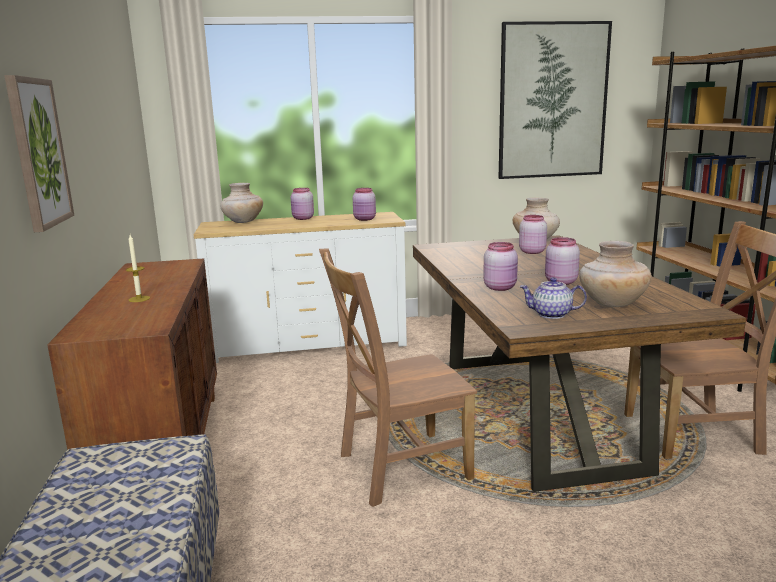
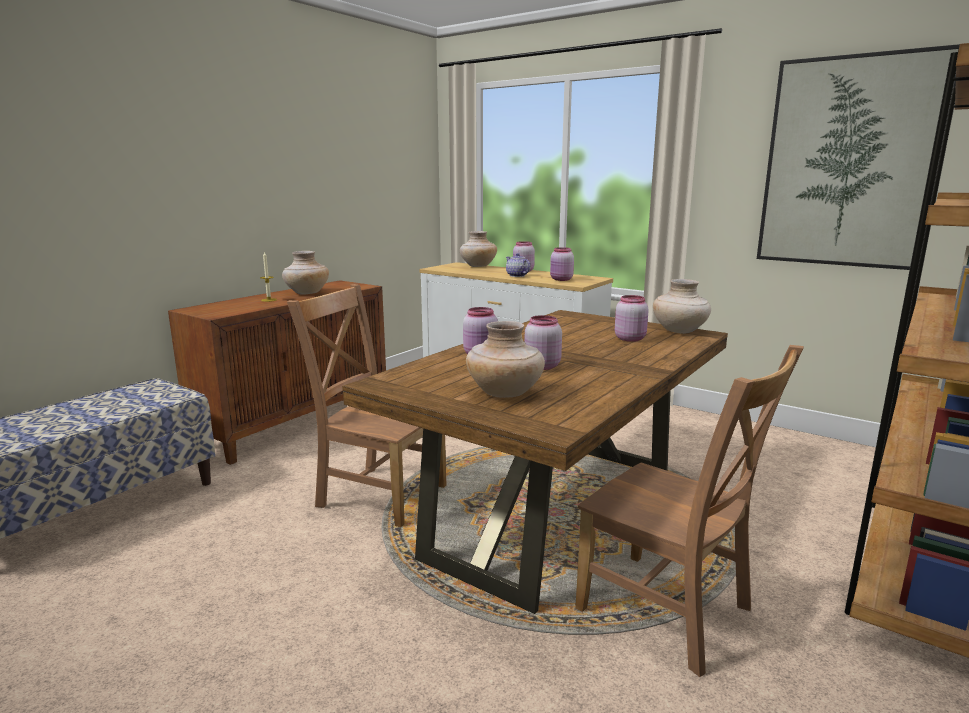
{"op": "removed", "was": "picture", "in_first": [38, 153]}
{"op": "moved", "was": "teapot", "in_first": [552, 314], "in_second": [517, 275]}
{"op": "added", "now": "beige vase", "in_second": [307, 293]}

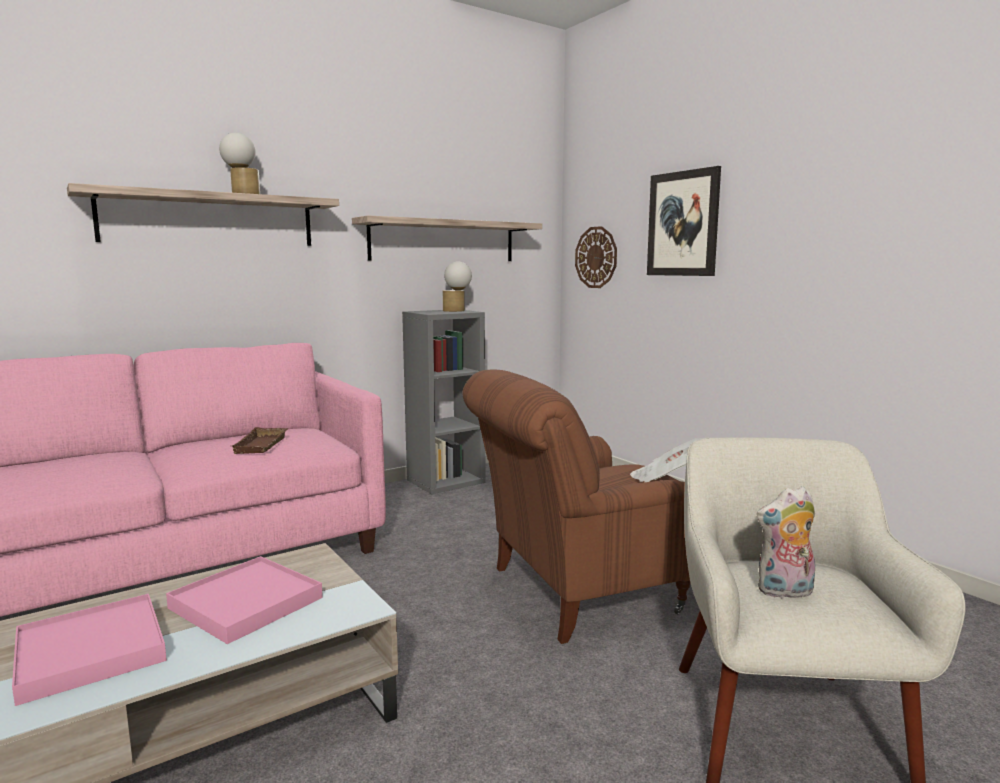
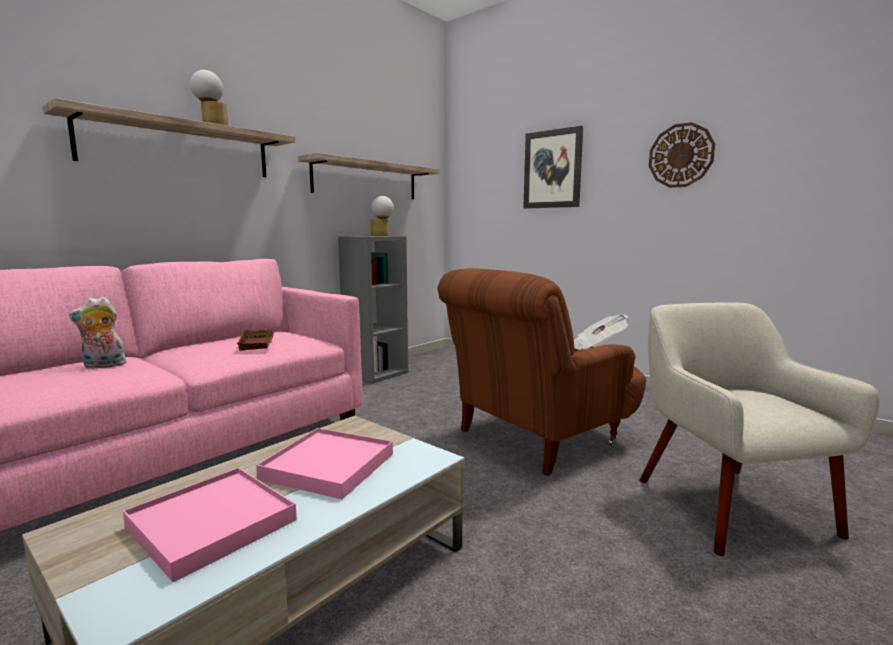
{"op": "moved", "was": "wall clock", "in_first": [596, 257], "in_second": [681, 155]}
{"op": "moved", "was": "plush toy", "in_first": [785, 592], "in_second": [103, 366]}

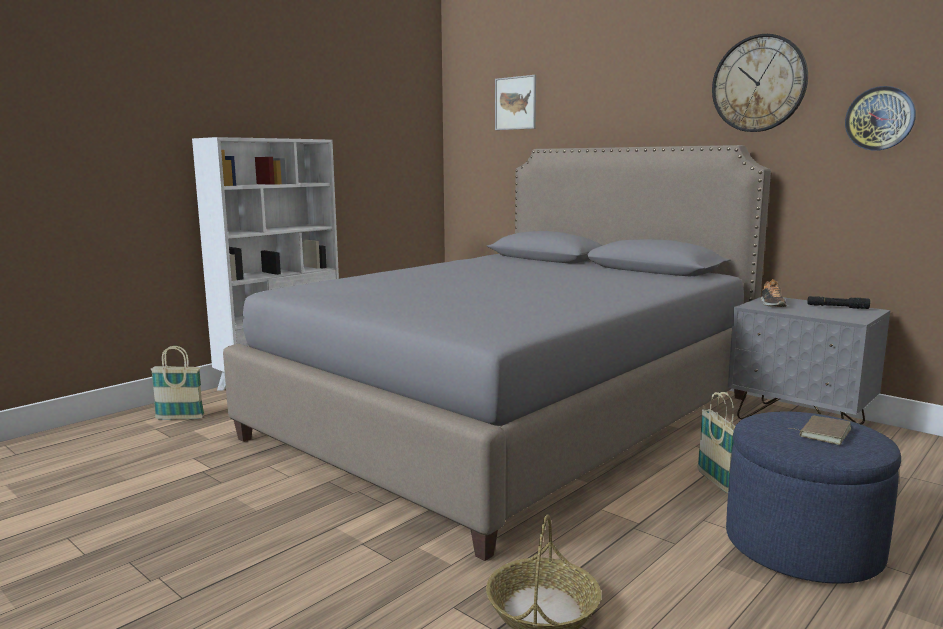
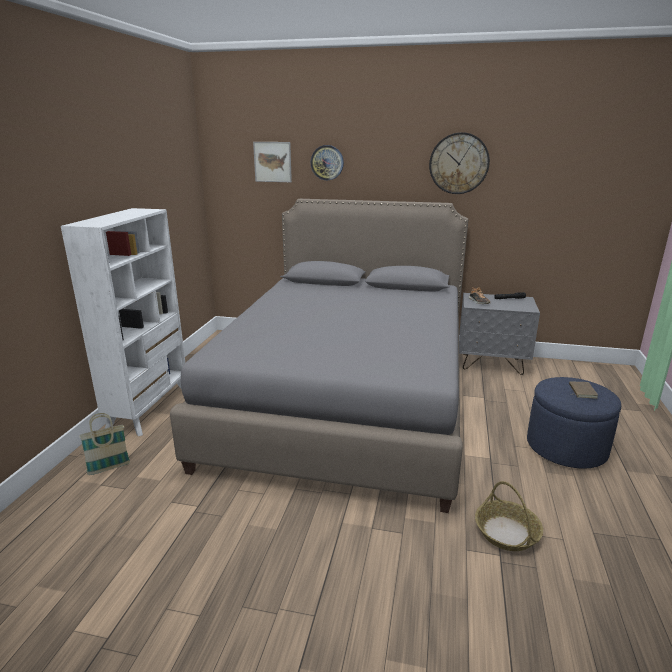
{"op": "removed", "was": "basket", "in_first": [715, 482]}
{"op": "moved", "was": "wall clock", "in_first": [880, 118], "in_second": [327, 162]}

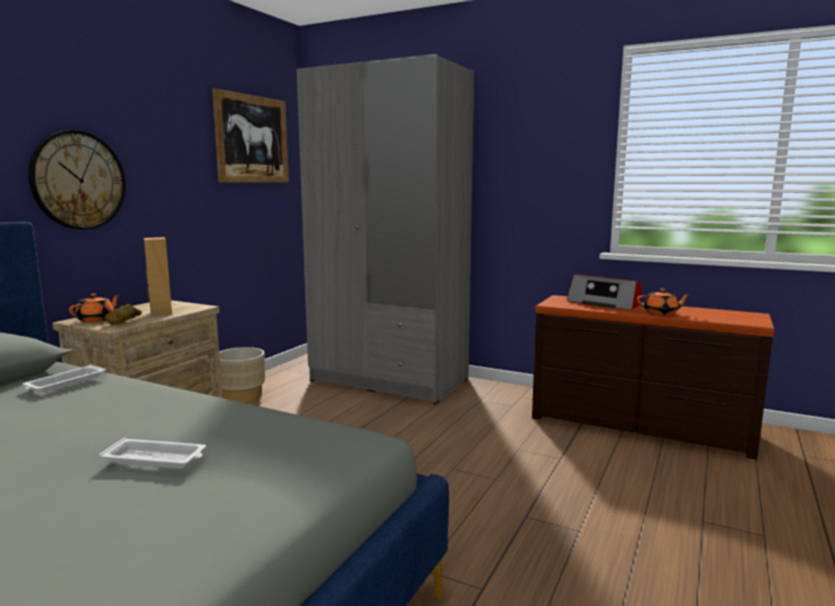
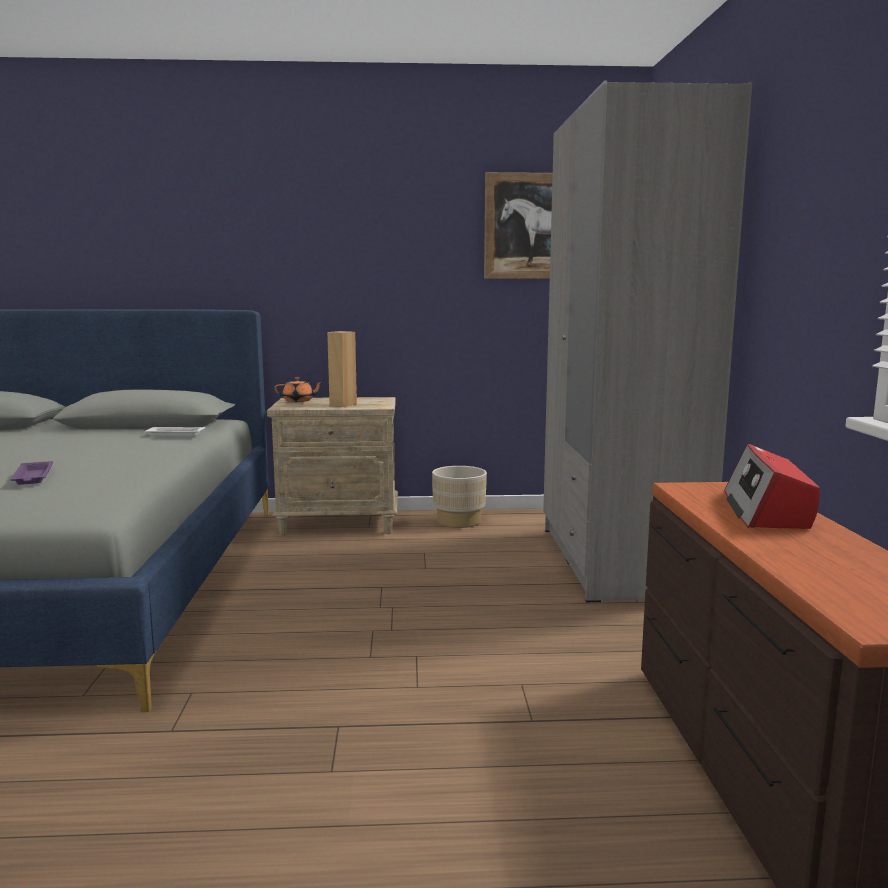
{"op": "removed", "was": "wall clock", "in_first": [78, 180]}
{"op": "recoloured", "was": "white tray", "now": "purple tray", "in_first": [156, 459], "in_second": [33, 477]}
{"op": "removed", "was": "brown bowl", "in_first": [125, 322]}
{"op": "removed", "was": "orange teapot", "in_first": [661, 313]}

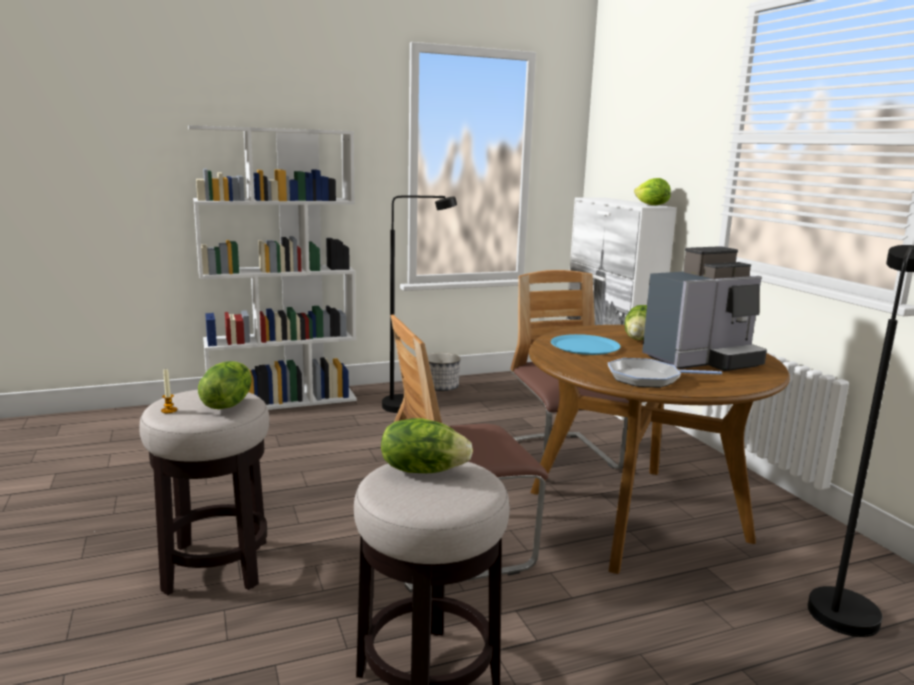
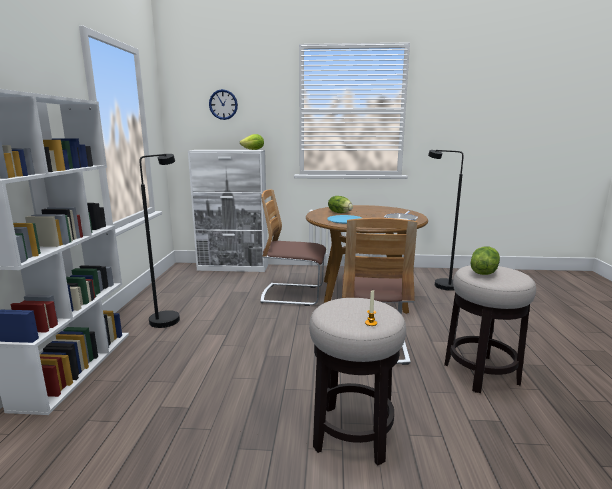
{"op": "removed", "was": "lettuce", "in_first": [227, 404]}
{"op": "removed", "was": "planter", "in_first": [441, 387]}
{"op": "removed", "was": "coffee machine", "in_first": [703, 360]}
{"op": "added", "now": "wall clock", "in_second": [223, 104]}

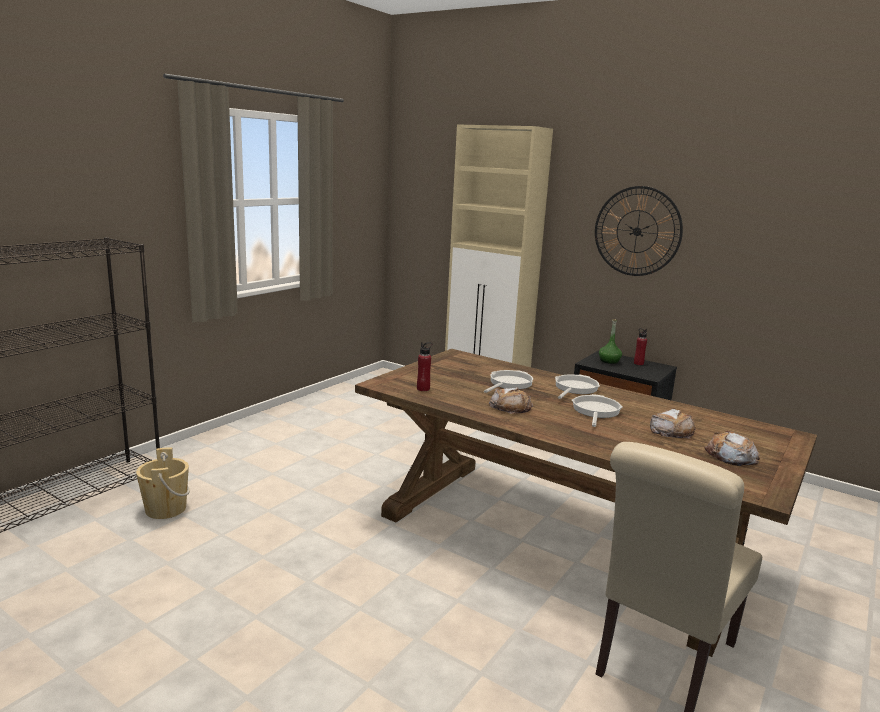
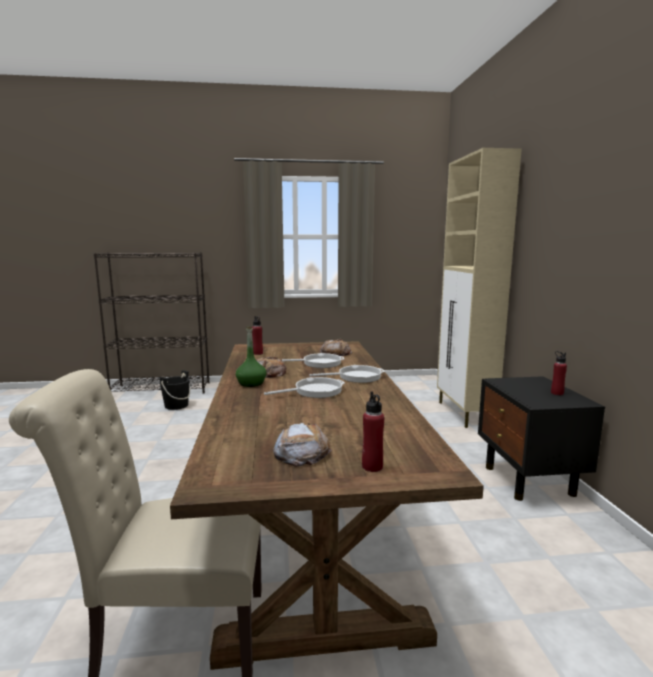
{"op": "recoloured", "was": "beige bucket", "now": "black bucket", "in_first": [166, 509], "in_second": [176, 405]}
{"op": "removed", "was": "wall clock", "in_first": [637, 231]}
{"op": "moved", "was": "green bottle", "in_first": [609, 361], "in_second": [251, 383]}
{"op": "moved", "was": "bread", "in_first": [671, 431], "in_second": [335, 353]}
{"op": "added", "now": "red bottle", "in_second": [372, 467]}

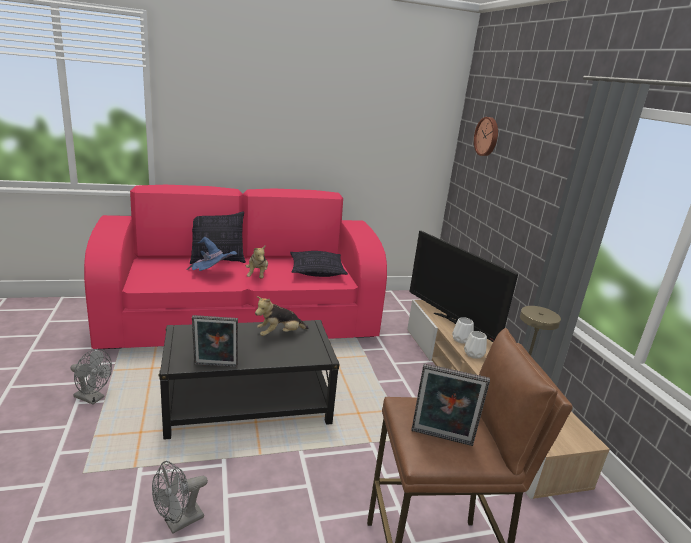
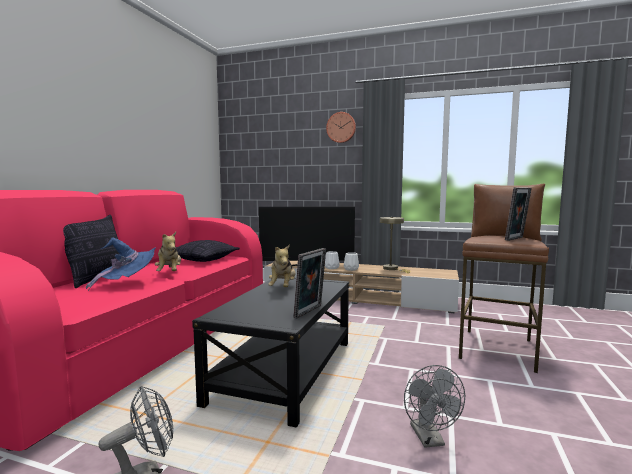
{"op": "turned", "was": "plush toy", "in_first": [257, 276], "in_second": [169, 273], "clockwise": 45}
{"op": "moved", "was": "wall clock", "in_first": [487, 136], "in_second": [341, 127]}

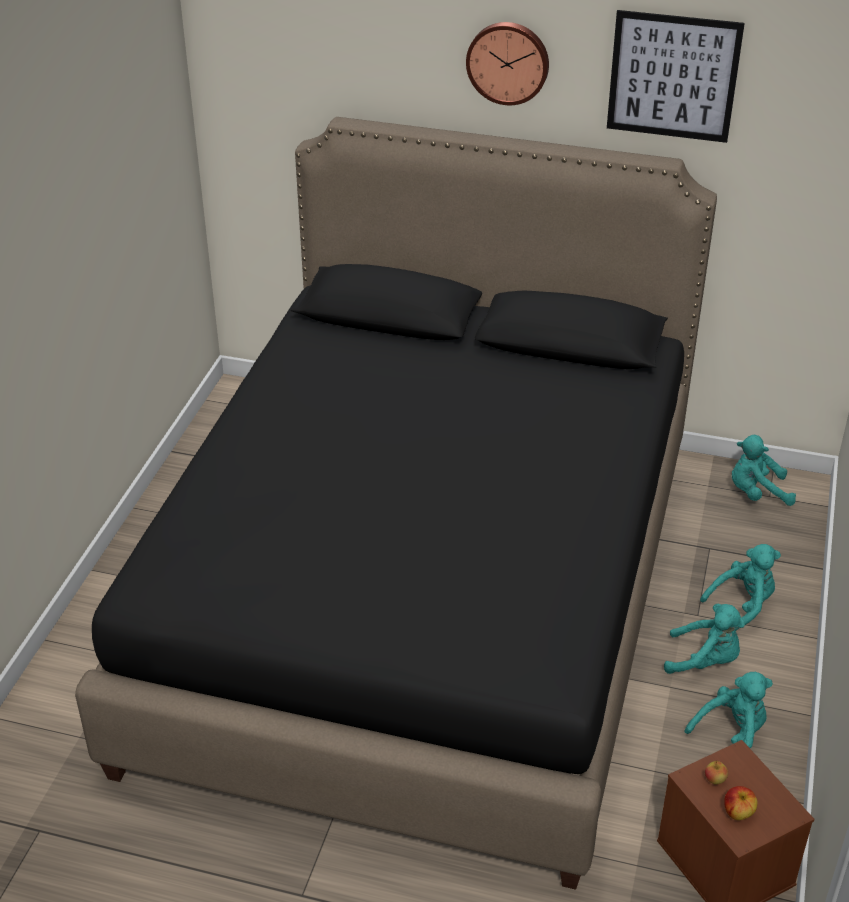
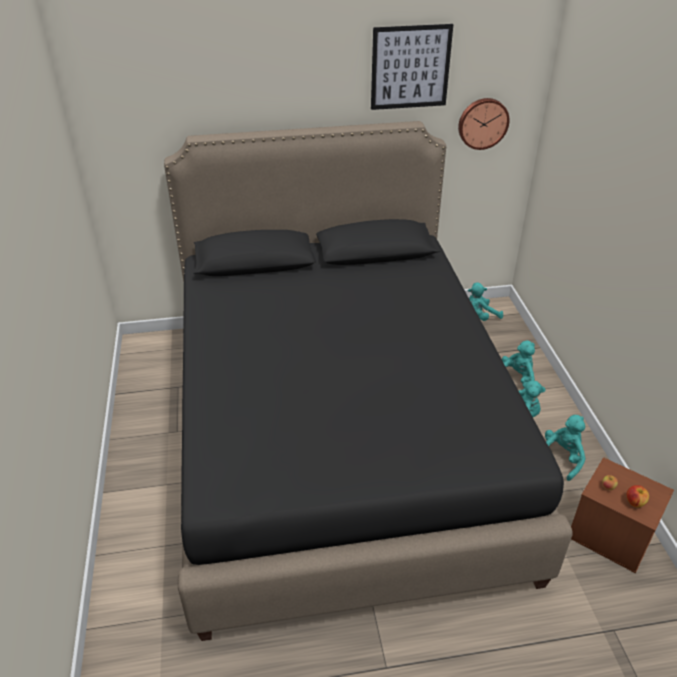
{"op": "moved", "was": "wall clock", "in_first": [508, 62], "in_second": [482, 123]}

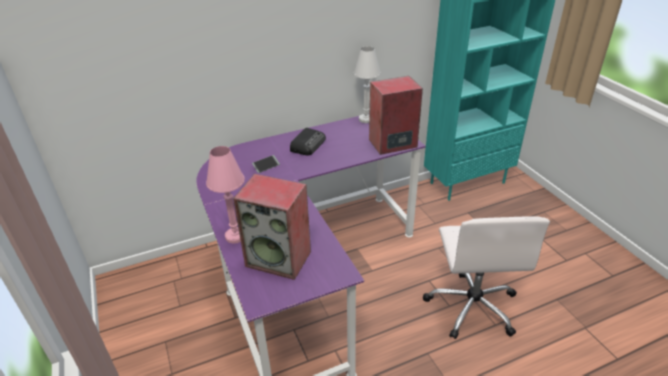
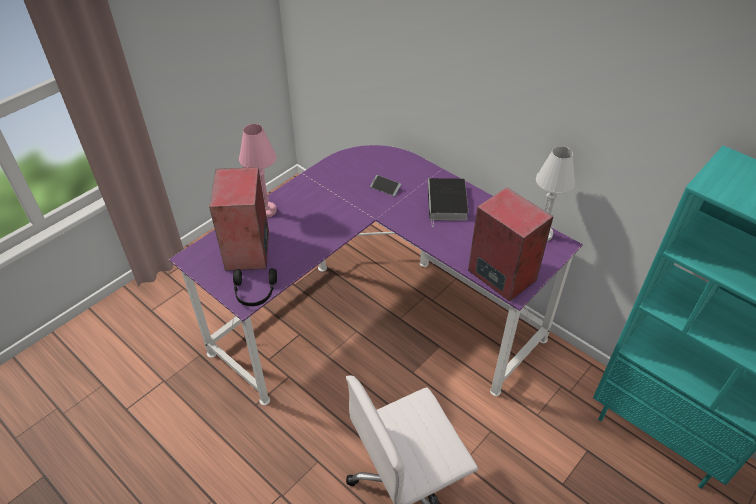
{"op": "replaced", "was": "radio", "now": "book", "in_first": [308, 144], "in_second": [447, 203]}
{"op": "added", "now": "black headphones", "in_second": [255, 292]}

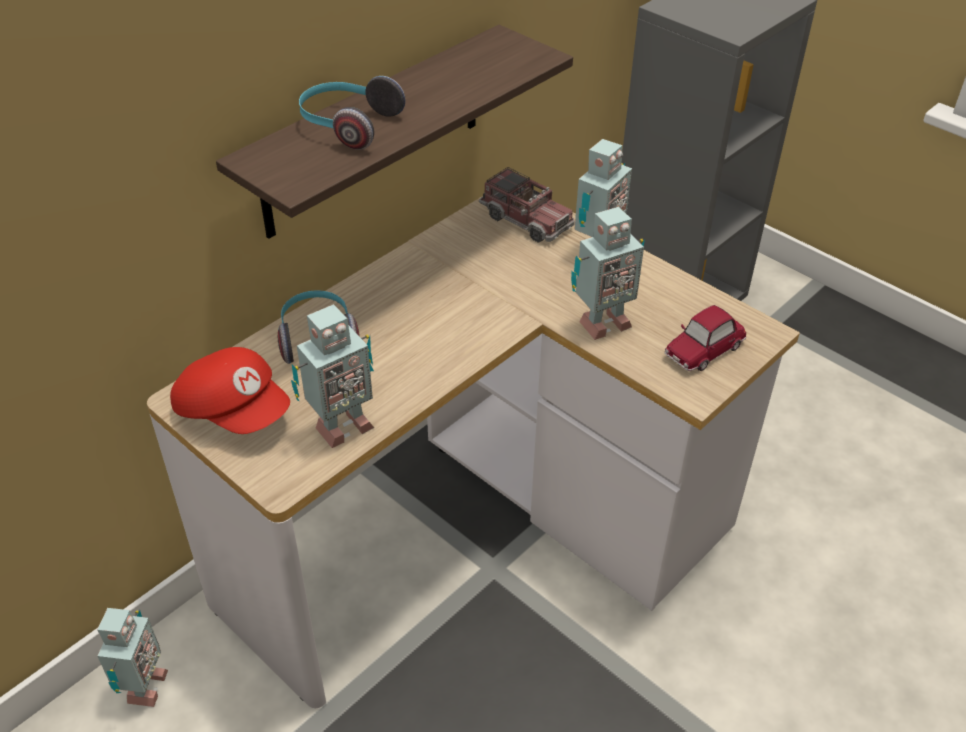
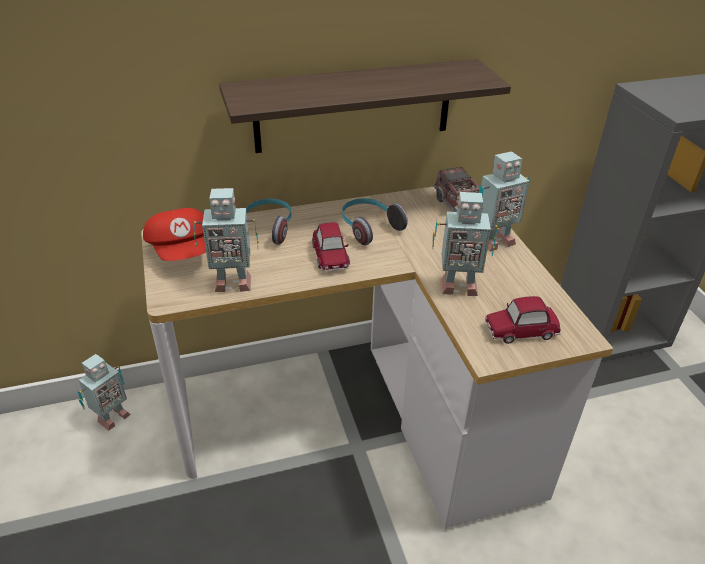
{"op": "moved", "was": "headphones", "in_first": [348, 125], "in_second": [369, 228]}
{"op": "added", "now": "toy car", "in_second": [330, 256]}

